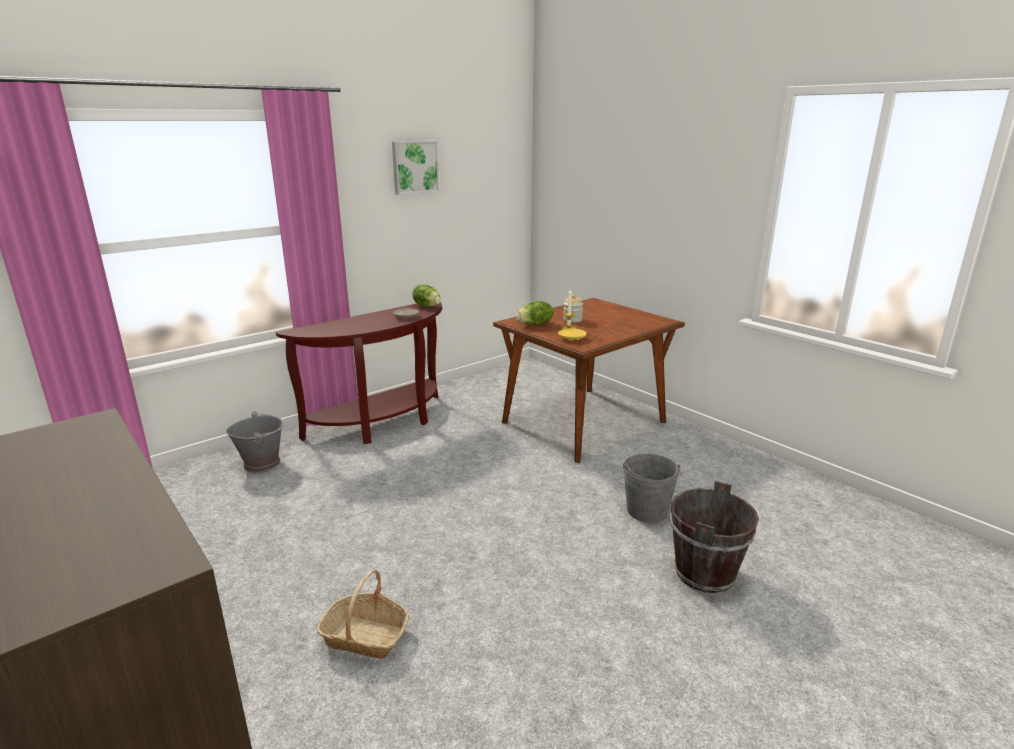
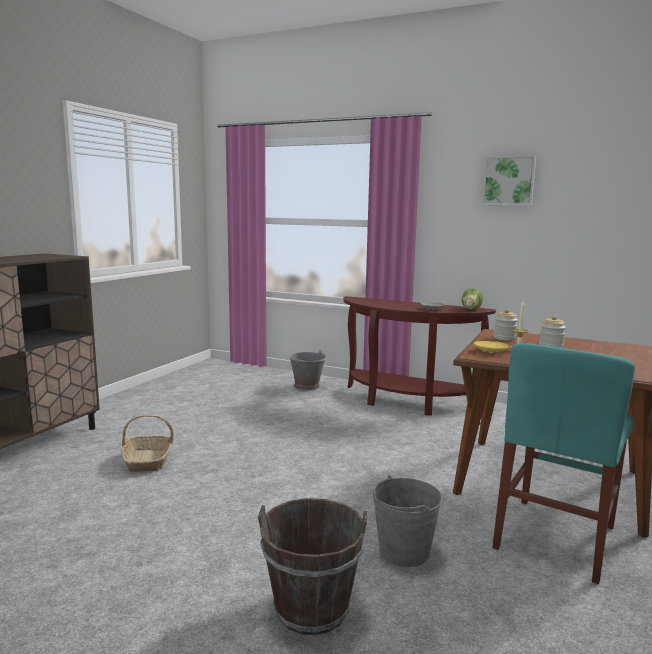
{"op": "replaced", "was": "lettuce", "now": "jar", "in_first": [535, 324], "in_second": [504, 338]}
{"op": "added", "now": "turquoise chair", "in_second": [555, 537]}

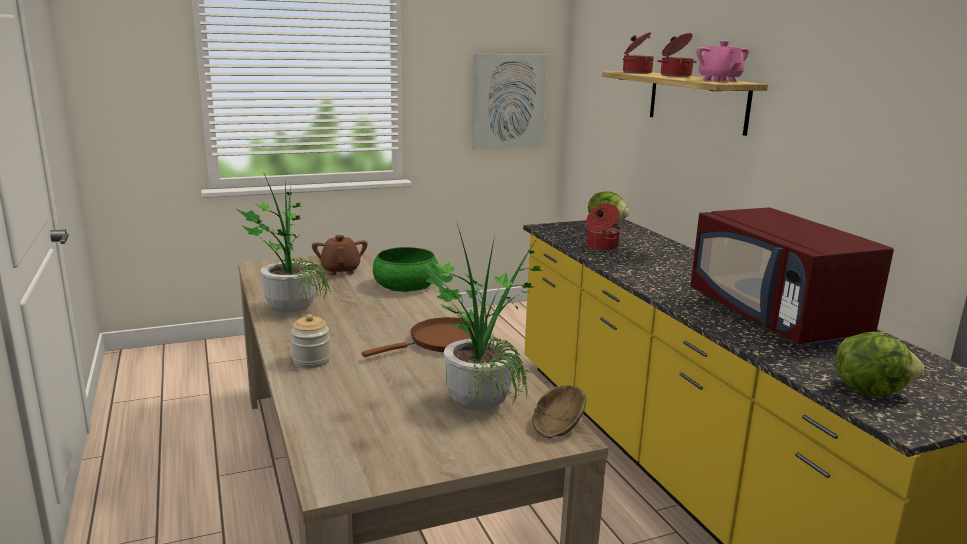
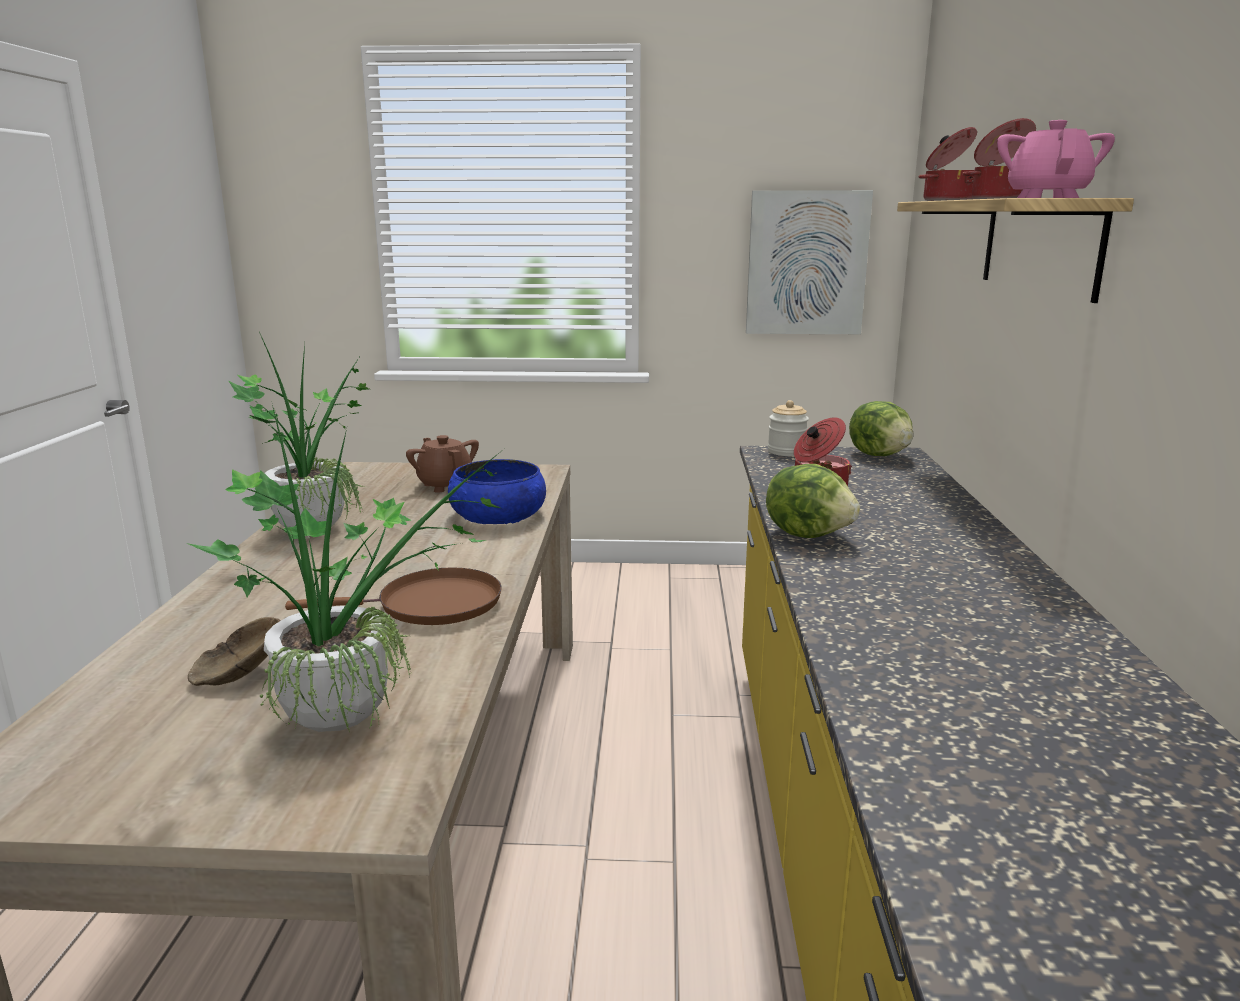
{"op": "moved", "was": "jar", "in_first": [311, 361], "in_second": [786, 452]}
{"op": "turned", "was": "brown teapot", "in_first": [341, 270], "in_second": [445, 485], "clockwise": -45}
{"op": "recoloured", "was": "green bowl", "now": "blue bowl", "in_first": [406, 285], "in_second": [498, 515]}
{"op": "moved", "was": "brown bowl", "in_first": [556, 426], "in_second": [238, 673]}
{"op": "removed", "was": "red microwave", "in_first": [776, 318]}
{"op": "moved", "was": "lettuce", "in_first": [869, 390], "in_second": [809, 534]}

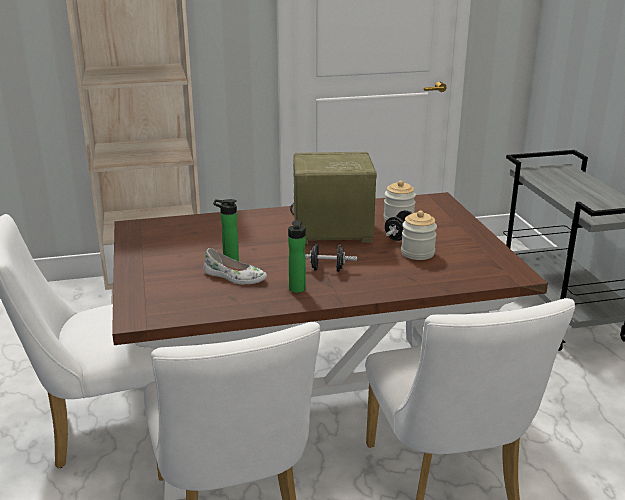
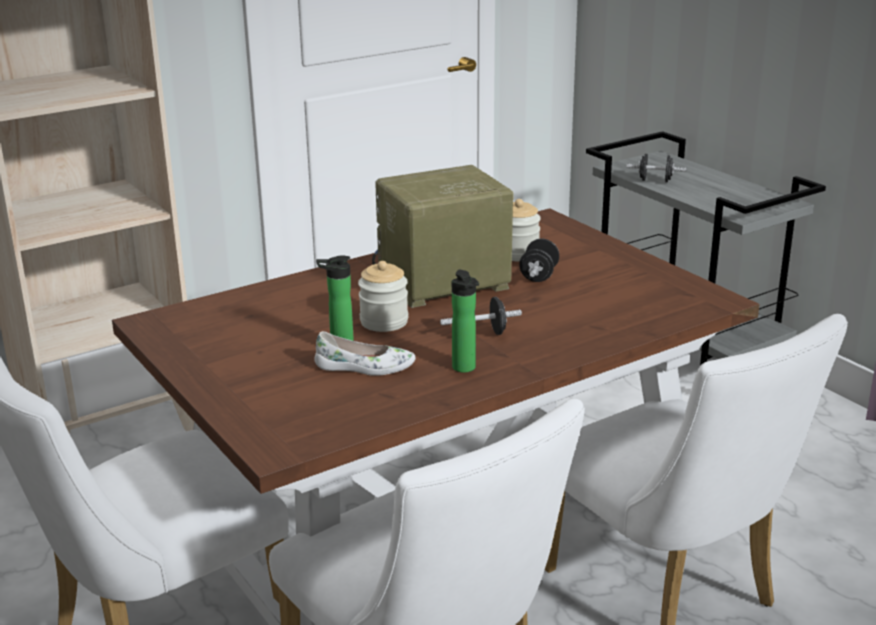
{"op": "moved", "was": "jar", "in_first": [417, 253], "in_second": [384, 322]}
{"op": "added", "now": "black dumbbell", "in_second": [655, 181]}

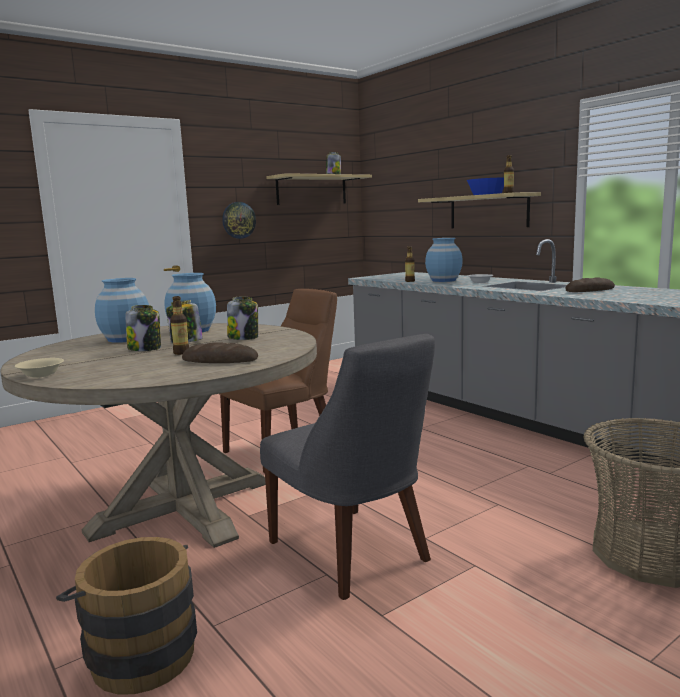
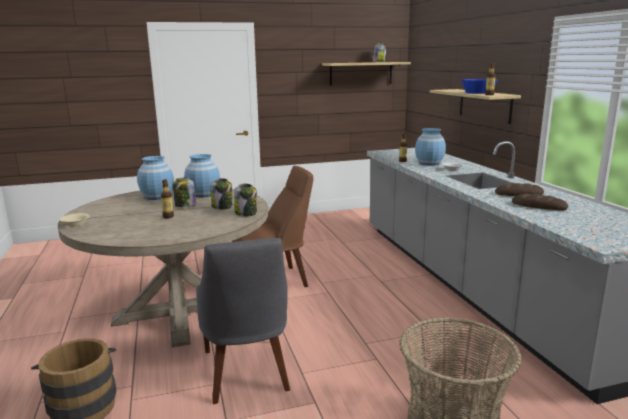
{"op": "moved", "was": "jar", "in_first": [145, 348], "in_second": [246, 213]}
{"op": "moved", "was": "bread", "in_first": [220, 360], "in_second": [539, 206]}
{"op": "removed", "was": "wall clock", "in_first": [238, 220]}

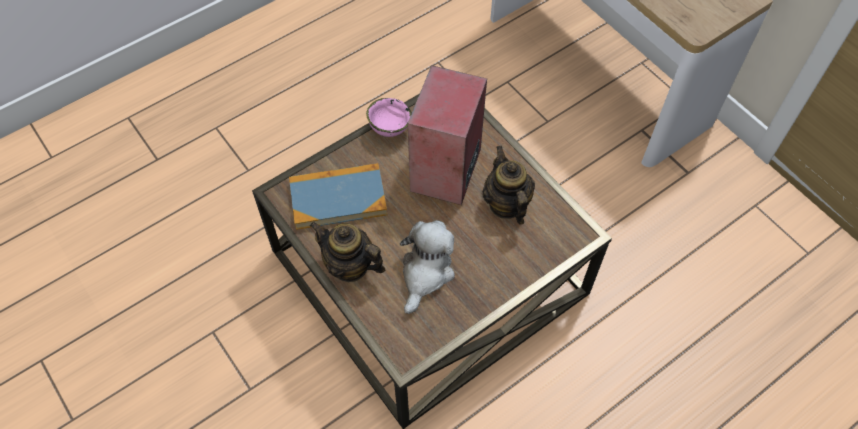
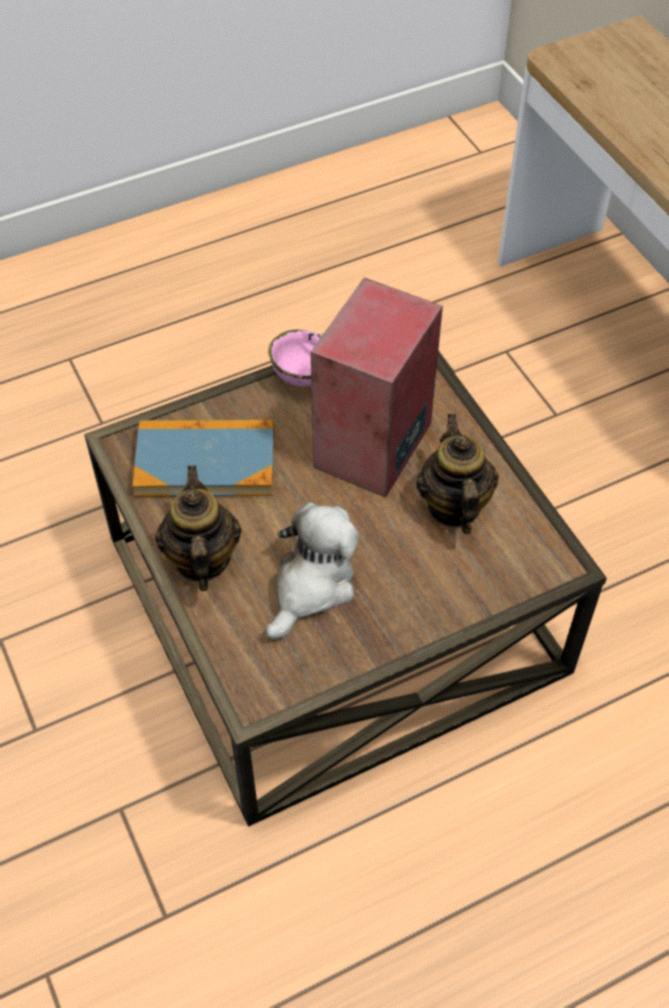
{"op": "turned", "was": "teapot", "in_first": [350, 266], "in_second": [201, 559], "clockwise": 45}

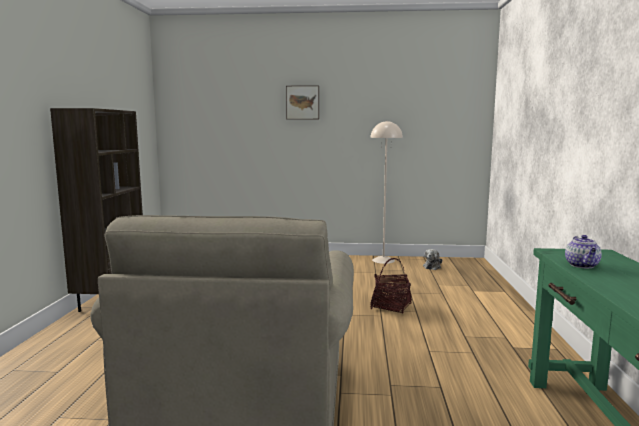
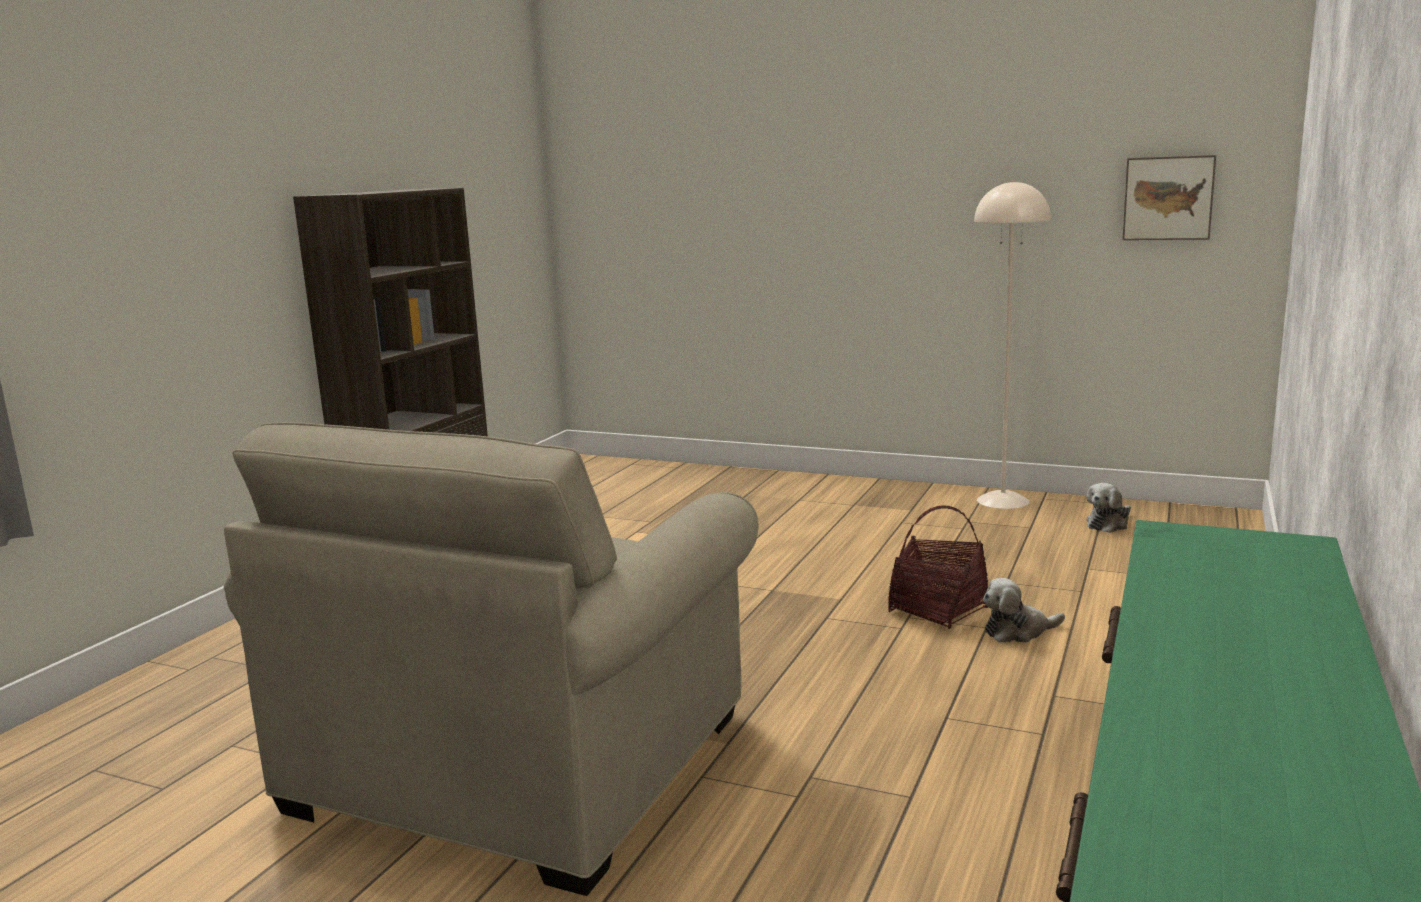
{"op": "moved", "was": "picture", "in_first": [302, 102], "in_second": [1168, 198]}
{"op": "removed", "was": "teapot", "in_first": [582, 265]}
{"op": "added", "now": "plush toy", "in_second": [1018, 631]}

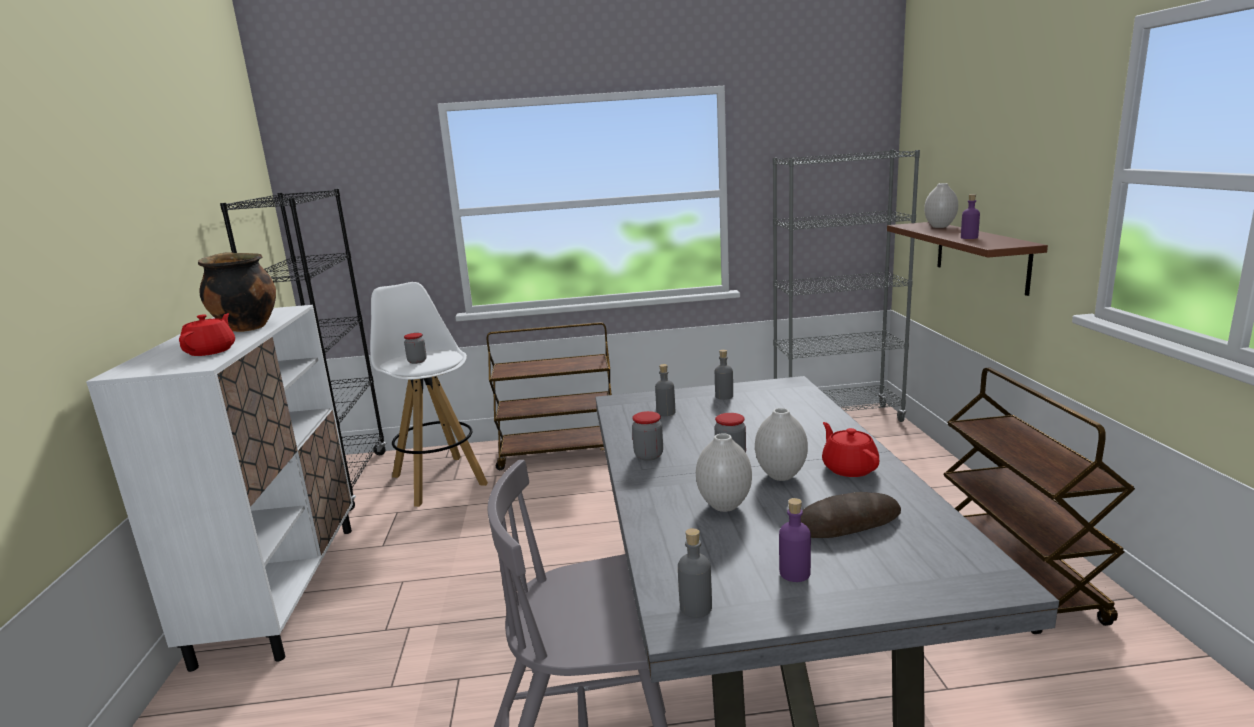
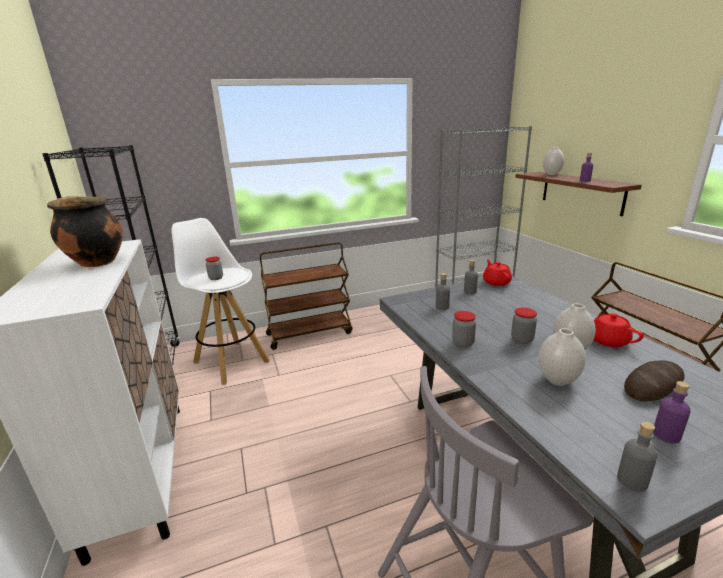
{"op": "moved", "was": "red teapot", "in_first": [211, 351], "in_second": [496, 282]}

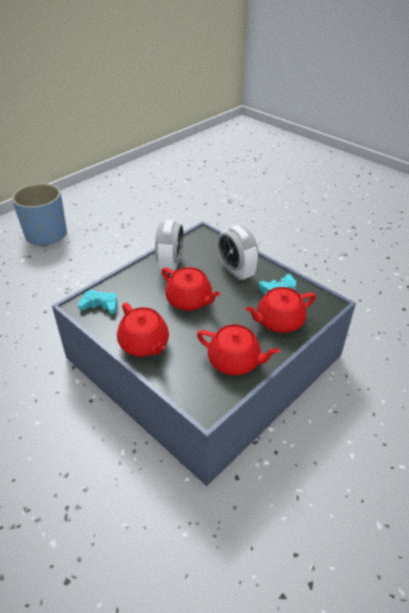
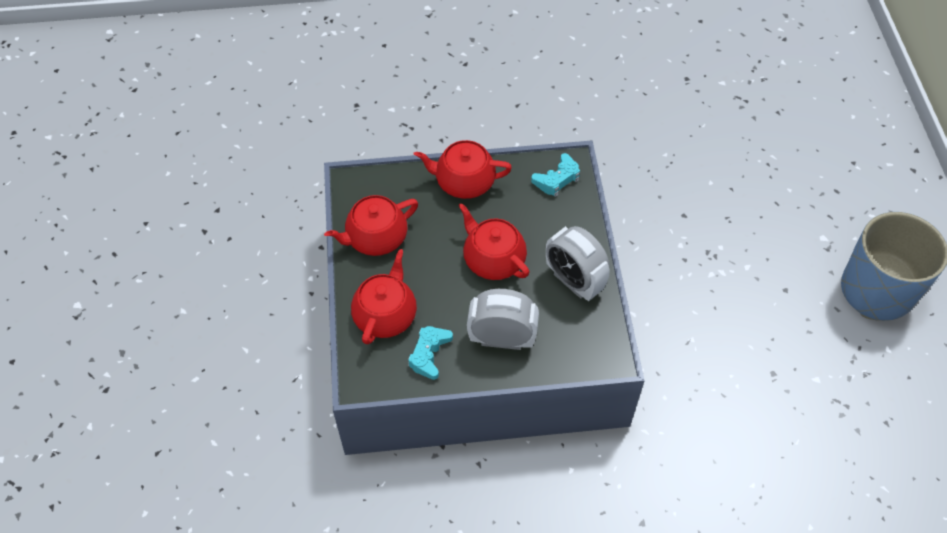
{"op": "turned", "was": "red teapot", "in_first": [189, 300], "in_second": [493, 258], "clockwise": 60}

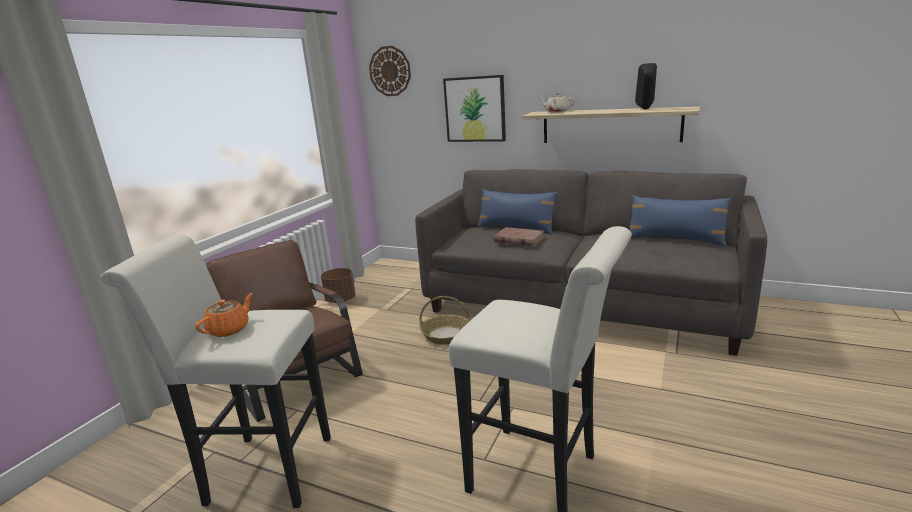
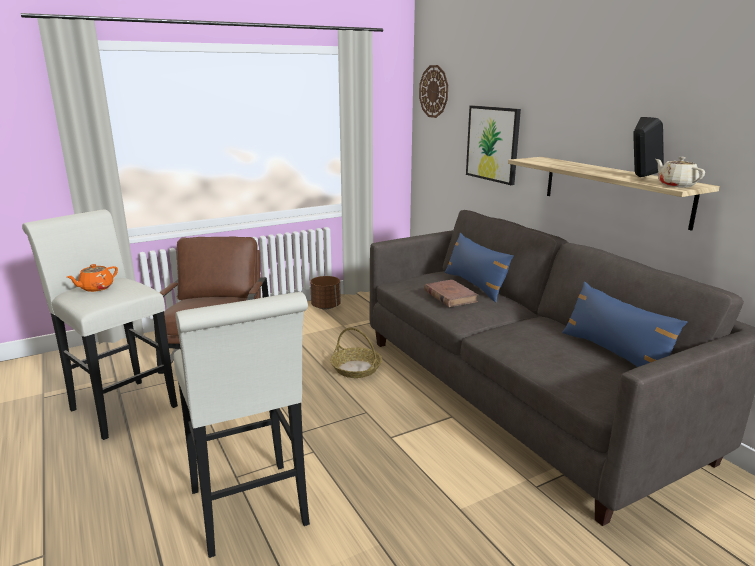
{"op": "turned", "was": "orange teapot", "in_first": [229, 329], "in_second": [96, 288], "clockwise": 150}
{"op": "moved", "was": "beige teapot", "in_first": [557, 111], "in_second": [675, 185]}

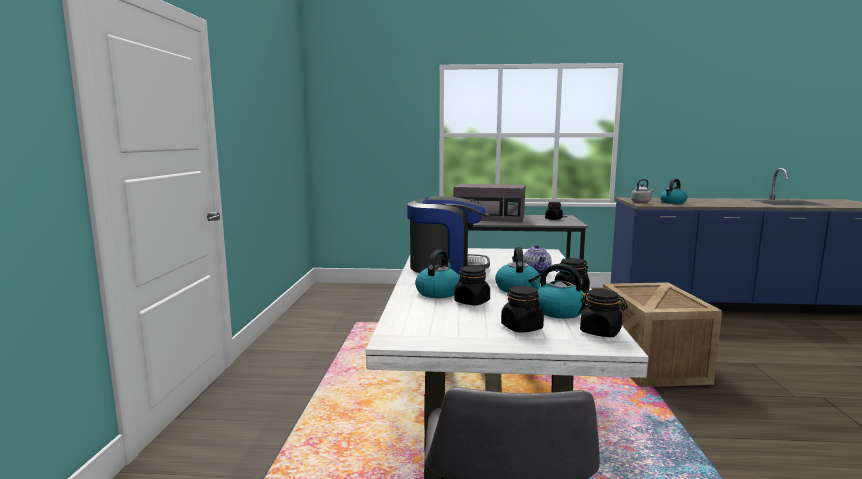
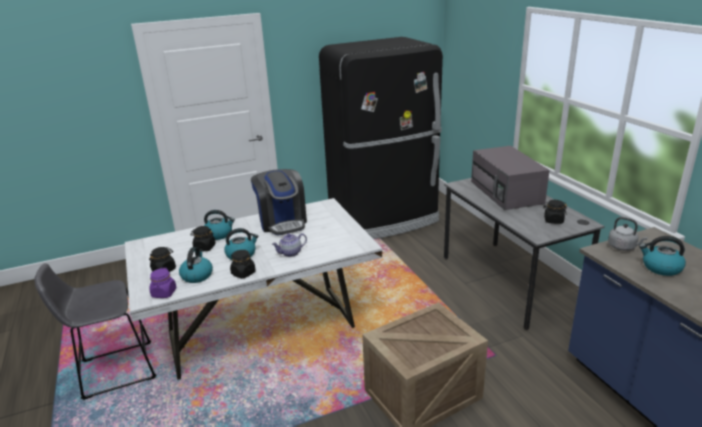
{"op": "recoloured", "was": "black jar", "now": "purple jar", "in_first": [600, 332], "in_second": [164, 293]}
{"op": "added", "now": "black fridge", "in_second": [384, 219]}

